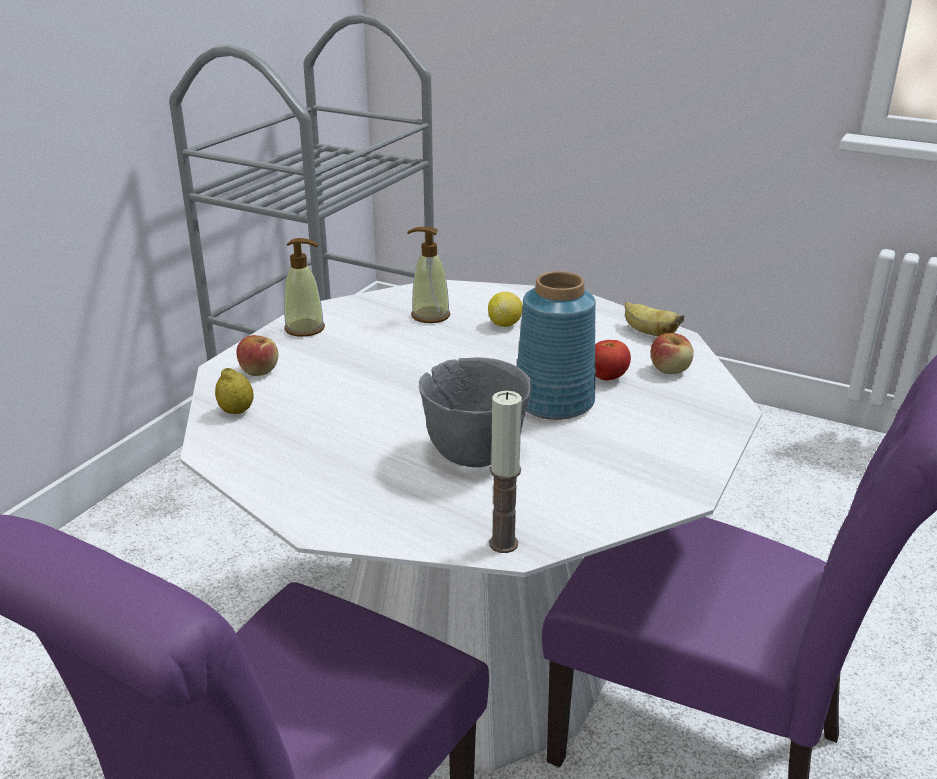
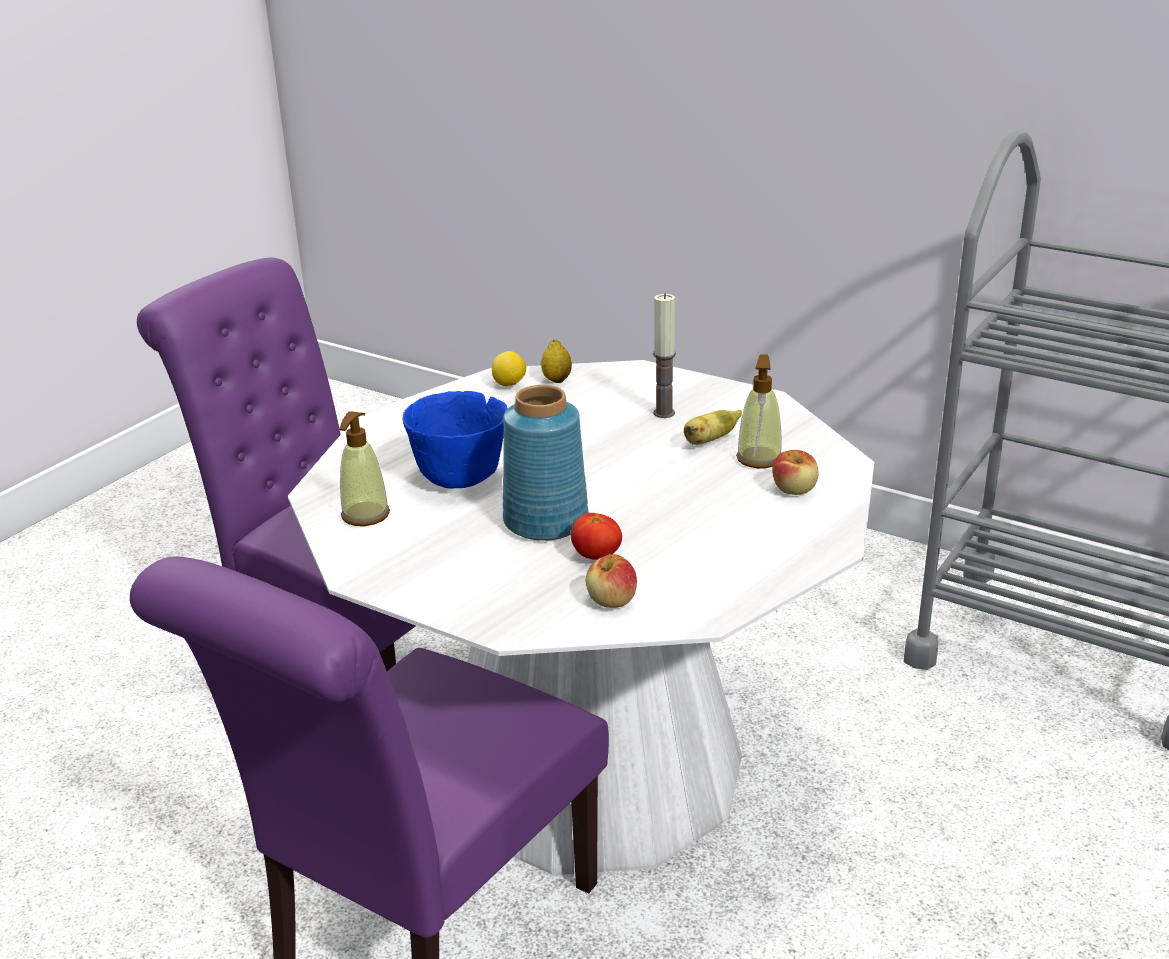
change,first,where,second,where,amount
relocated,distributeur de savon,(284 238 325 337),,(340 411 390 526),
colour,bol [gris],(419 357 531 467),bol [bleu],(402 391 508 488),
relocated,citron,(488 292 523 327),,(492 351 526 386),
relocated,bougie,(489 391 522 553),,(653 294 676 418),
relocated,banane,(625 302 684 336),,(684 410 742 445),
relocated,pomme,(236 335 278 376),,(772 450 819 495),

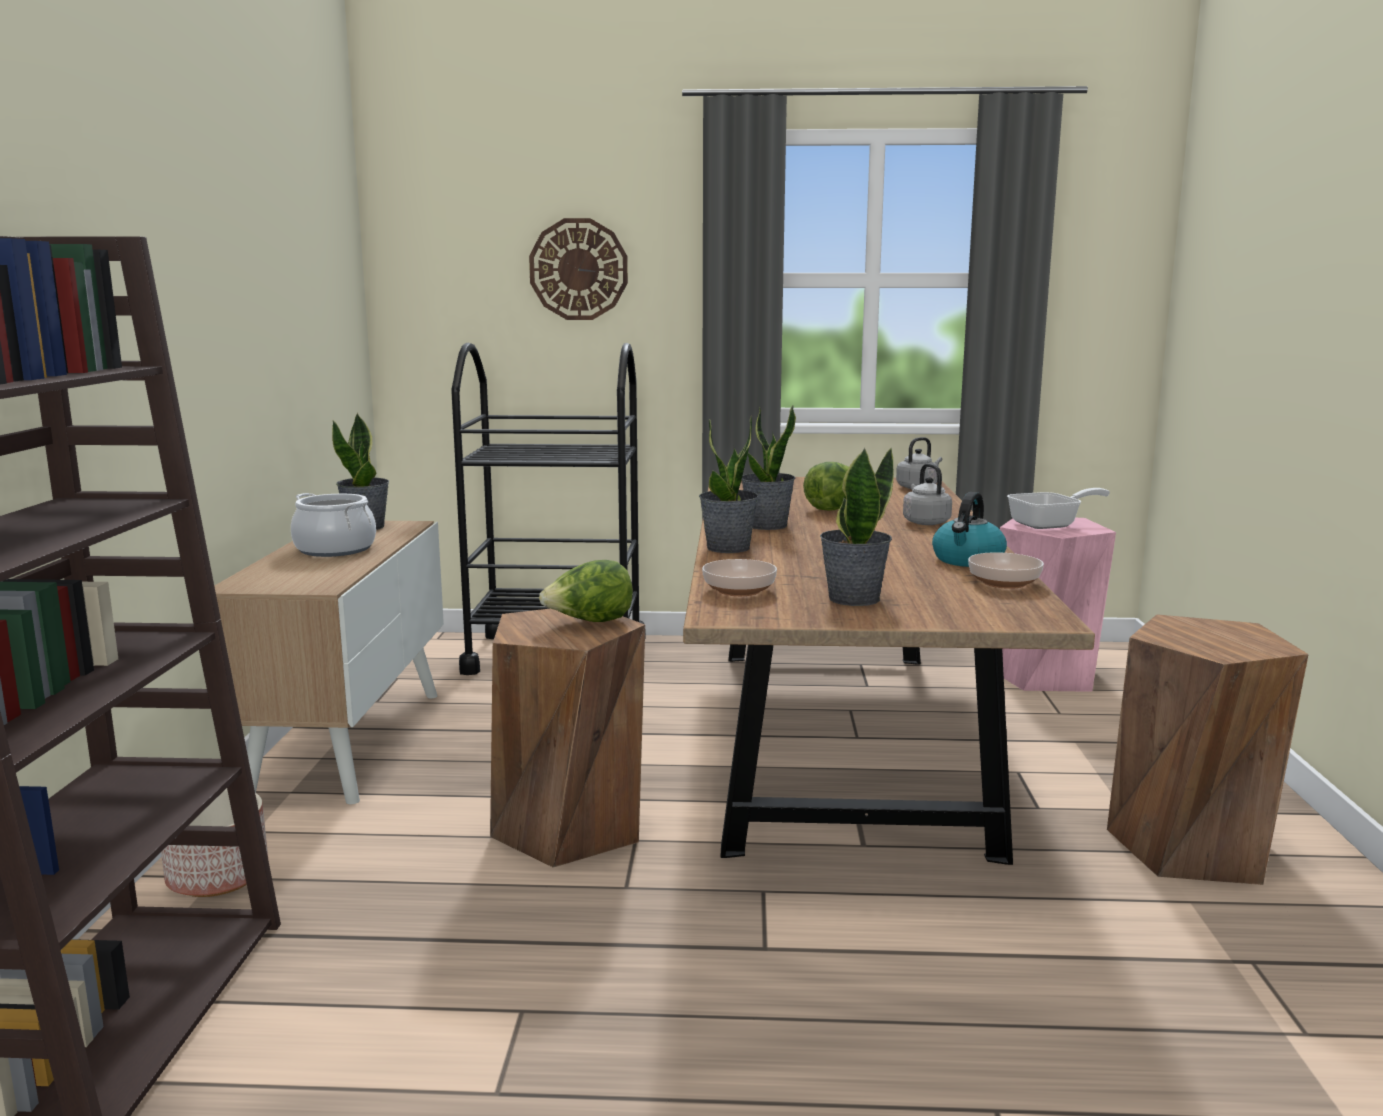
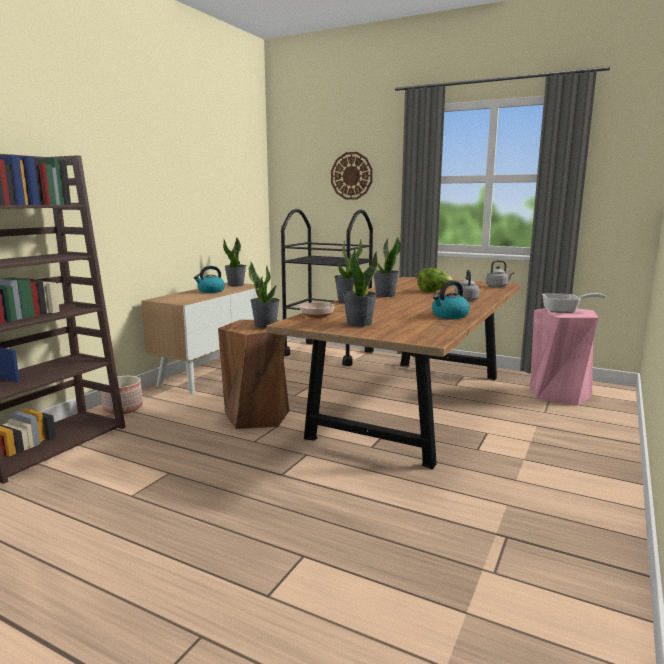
change,first,where,second,where,amount
exchanged,marmite,(291 493 376 557),bouilloire,(194 266 225 293),
exchanged,laitue,(539 560 633 622),plante en pot,(249 262 280 329),
missing,bol,(968 552 1044 589),,,
missing,tabouret [marron],(1107 614 1309 885),,,

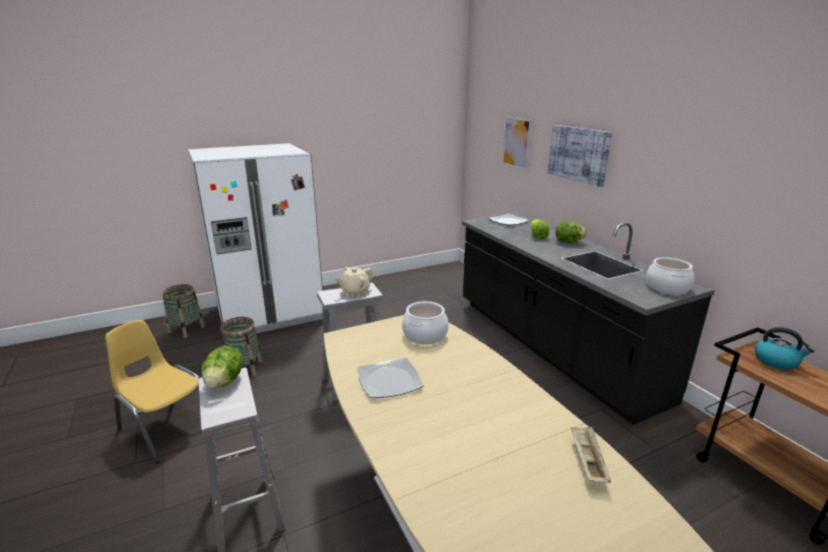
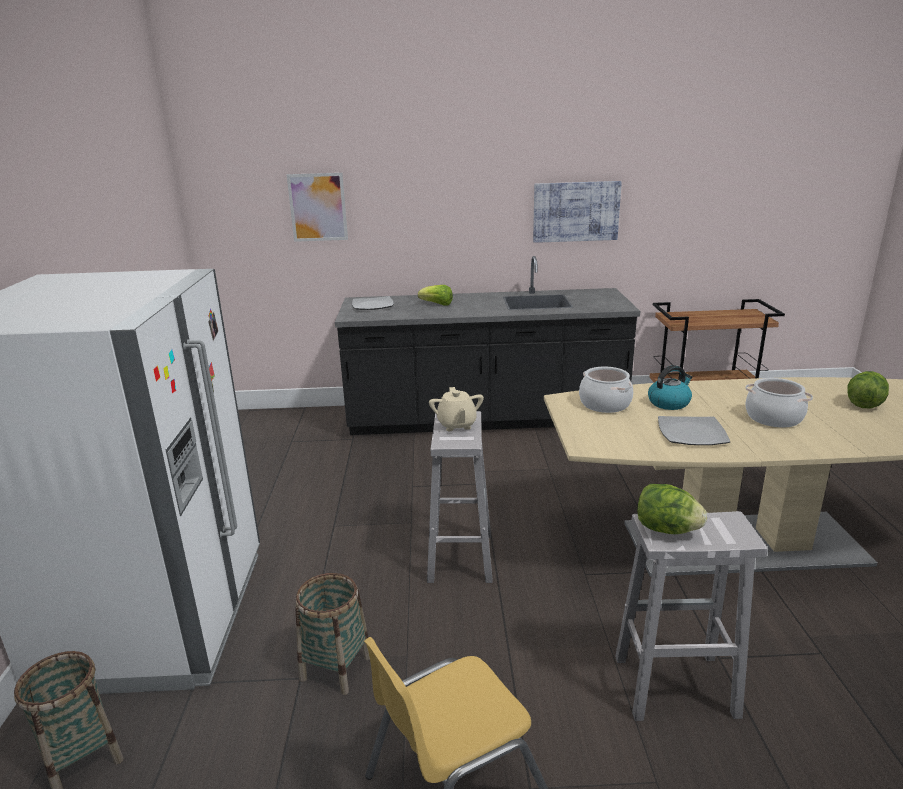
change,first,where,second,where,amount
relocated,tableau,(548 125 612 187),,(533 181 622 243),
relocated,bouilloire,(755 327 815 370),,(648 365 693 410),
relocated,marmite,(646 257 694 294),,(745 378 813 427),
relocated,laitue,(556 221 587 243),,(847 371 889 408),
missing,plateau [beige],(571 426 611 483),,,

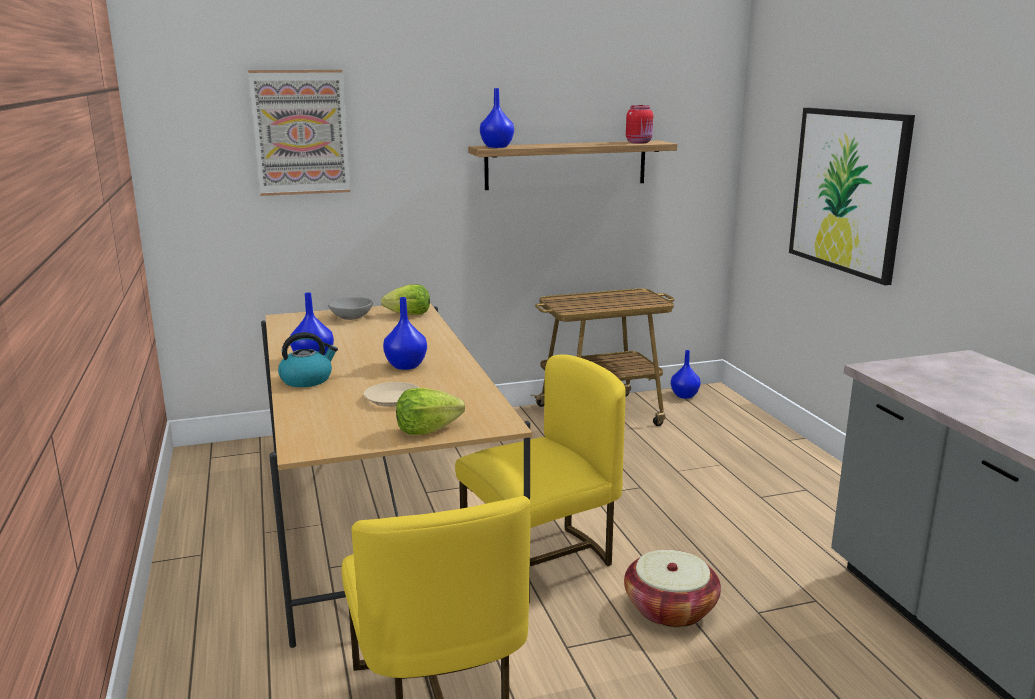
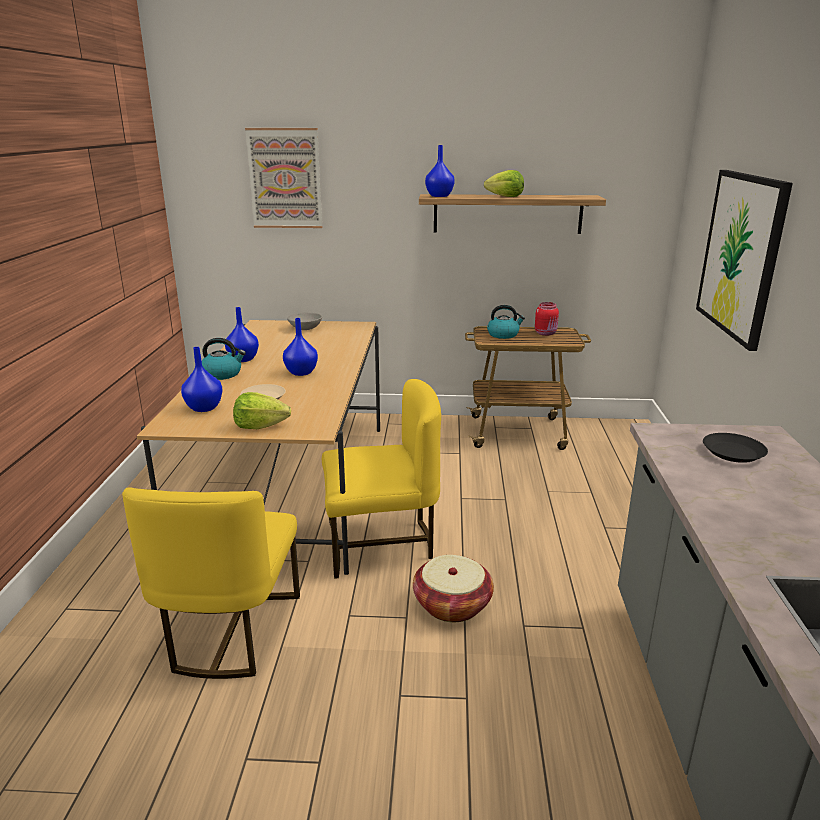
change,first,where,second,where,amount
relocated,vase [bleu],(671 350 701 399),,(181 347 223 412),
relocated,laitue,(381 284 430 315),,(484 170 524 197),
appeared,,,bouilloire,(487 305 525 339),
relocated,bocal [rouge],(626 105 653 144),,(535 302 559 336),
appeared,,,assiette [noir],(703 433 768 463),

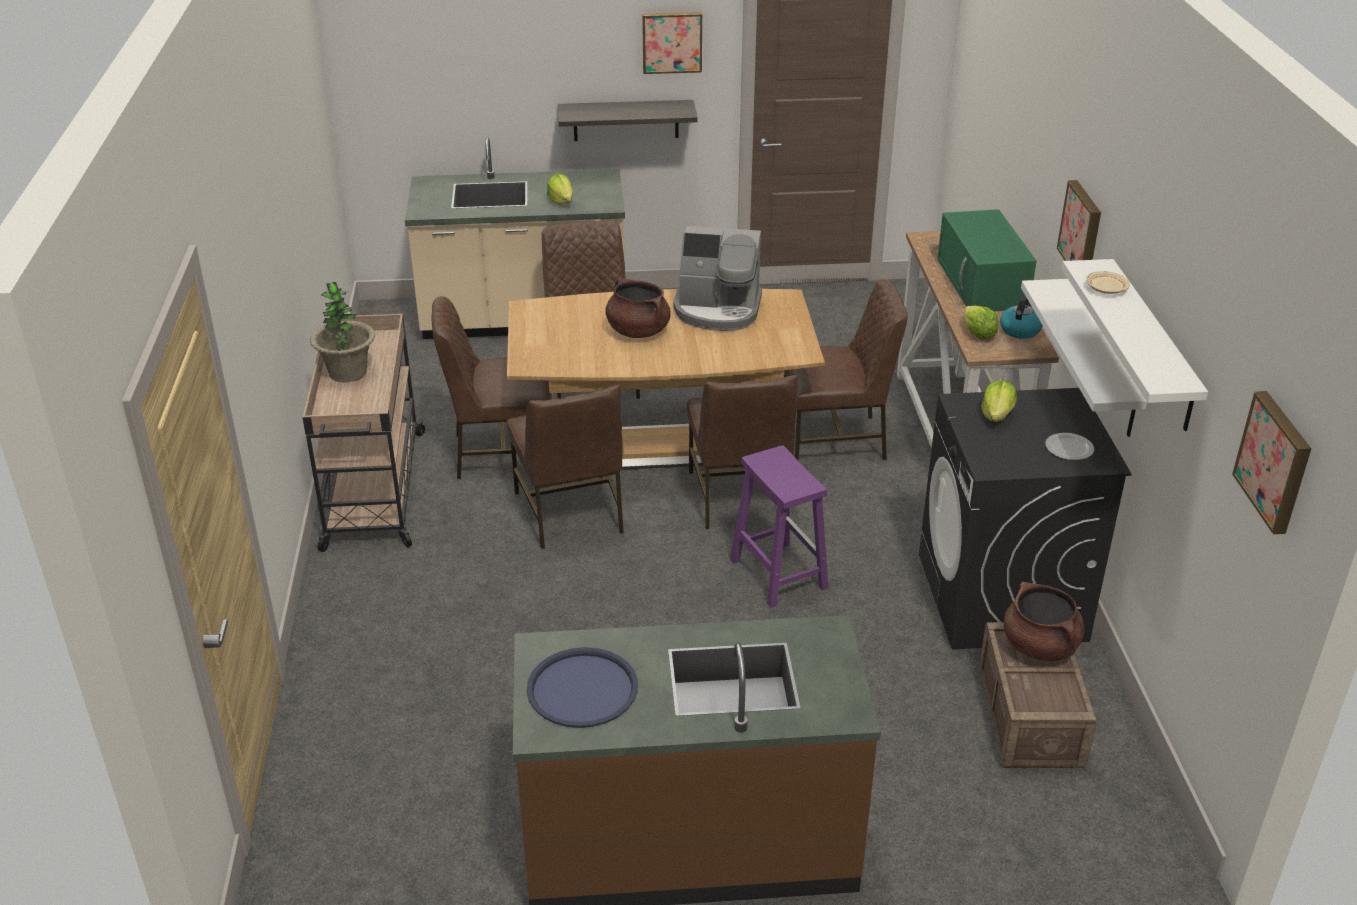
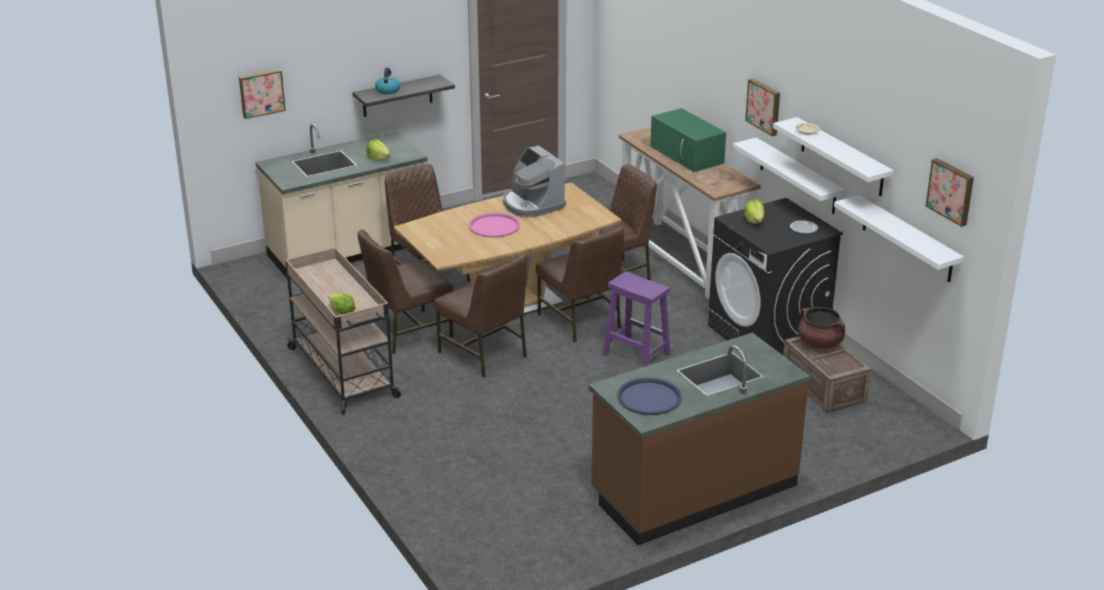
change,first,where,second,where,amount
relocated,tableau,(642 12 702 74),,(239 69 286 119),
relocated,laitue,(964 306 998 339),,(329 293 355 315),
relocated,bouilloire,(1000 294 1043 339),,(375 68 400 94),
exchanged,marmite [marron],(605 278 671 338),plateau [rose],(468 213 520 237),
spun,machine à café,(674 226 762 331),,(503 146 566 217),75 degrees clockwise
appeared,,,étagère [blanc],(834 195 964 282),
missing,plante en pot,(310 282 375 383),,,

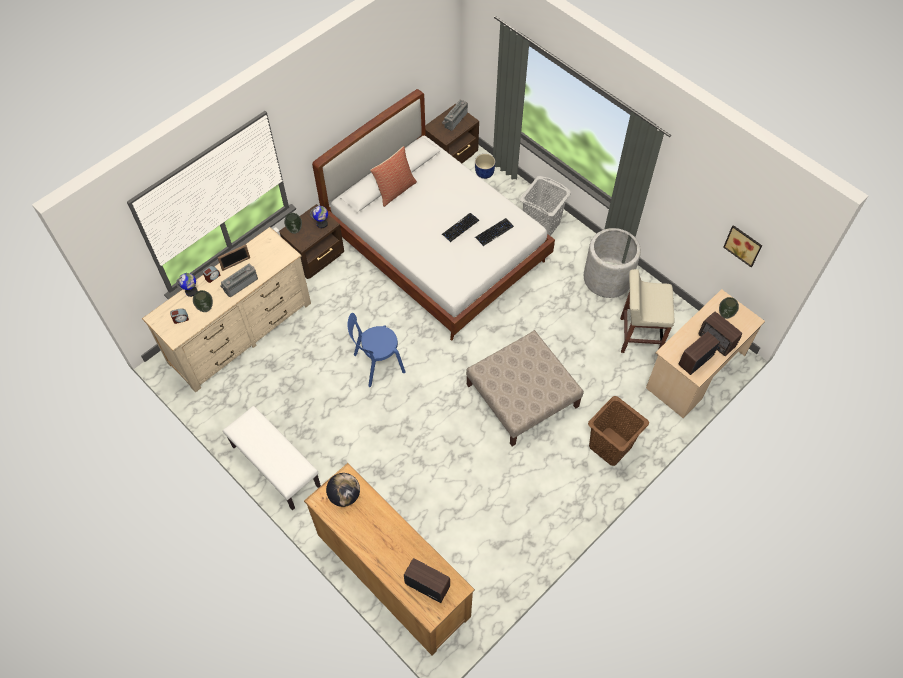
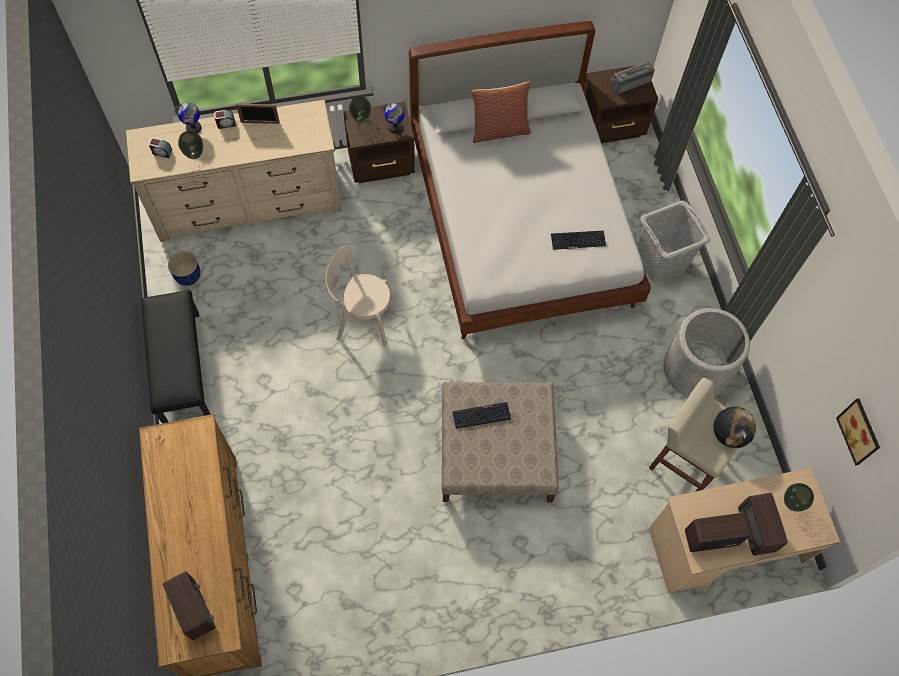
change,first,where,second,where,amount
colour,banc [blanc],(223 406 321 510),banc [noir],(141 290 211 424),
relocated,cache-pot [bleu],(475 154 495 179),,(168 251 201 286),
colour,chaise [bleu],(347 313 406 387),chaise [beige],(326 245 395 346),
relocated,clavier,(442 213 479 242),,(452 402 511 429),
relocated,globe,(326 473 360 507),,(714 407 757 448),
missing,radio,(221 264 258 297),,,
missing,panier à linge [marron],(588 396 649 466),,,

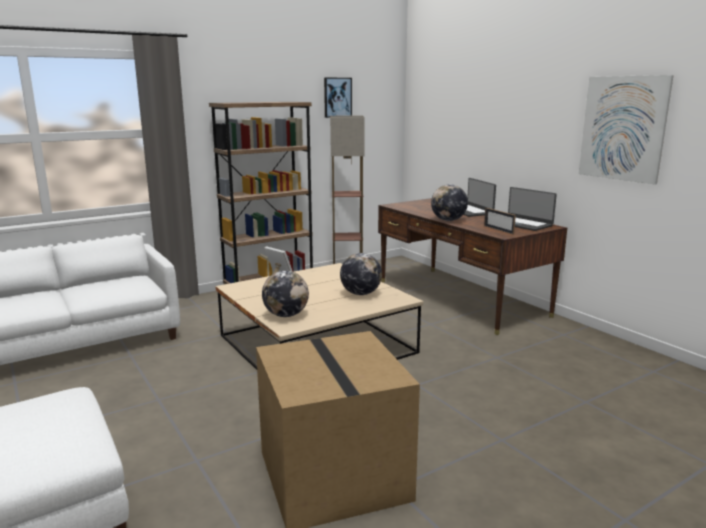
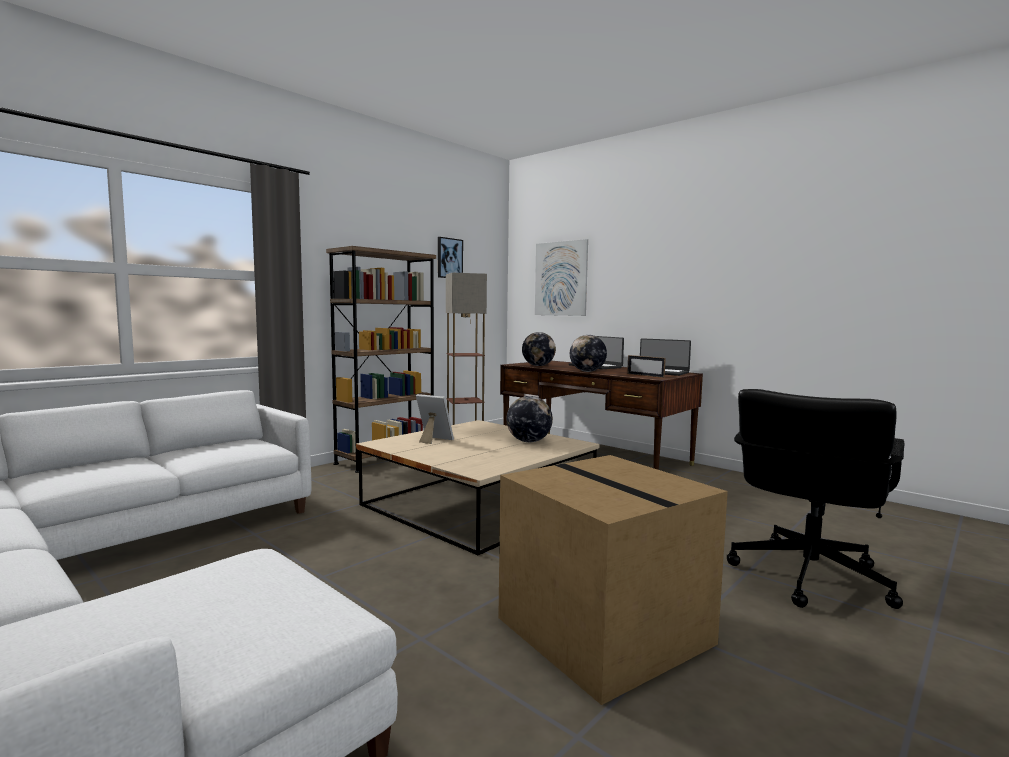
change,first,where,second,where,amount
relocated,globe,(262 270 309 317),,(522 332 556 366),
relocated,tableau,(579 75 674 185),,(535 239 588 316),
appeared,,,chaise de bureau [noir],(727 389 905 609),

